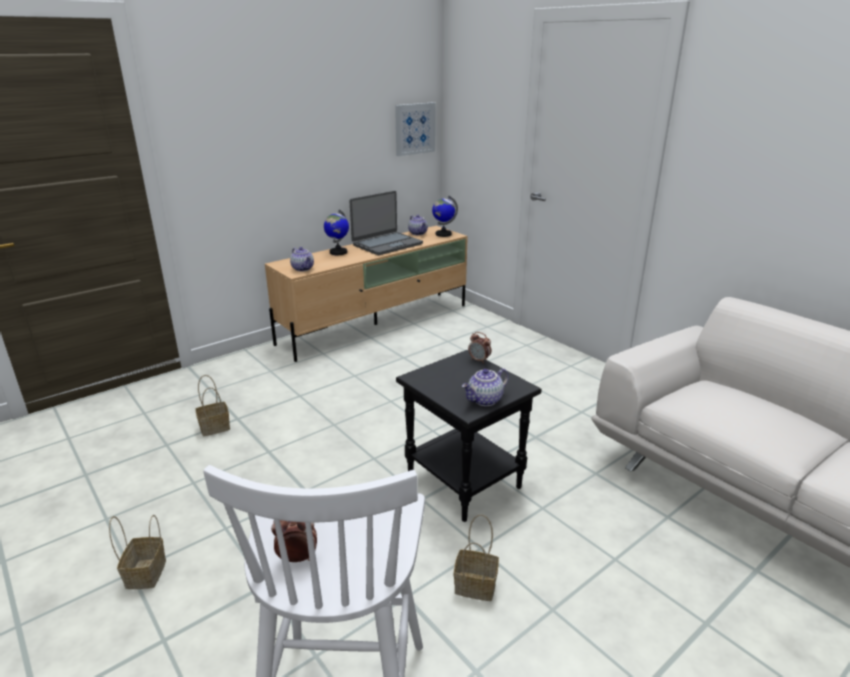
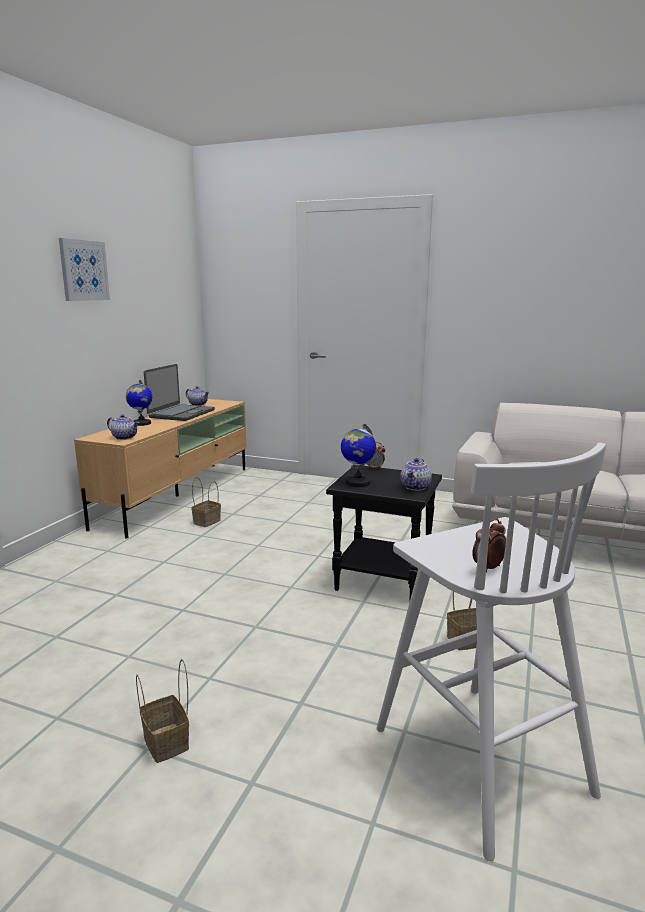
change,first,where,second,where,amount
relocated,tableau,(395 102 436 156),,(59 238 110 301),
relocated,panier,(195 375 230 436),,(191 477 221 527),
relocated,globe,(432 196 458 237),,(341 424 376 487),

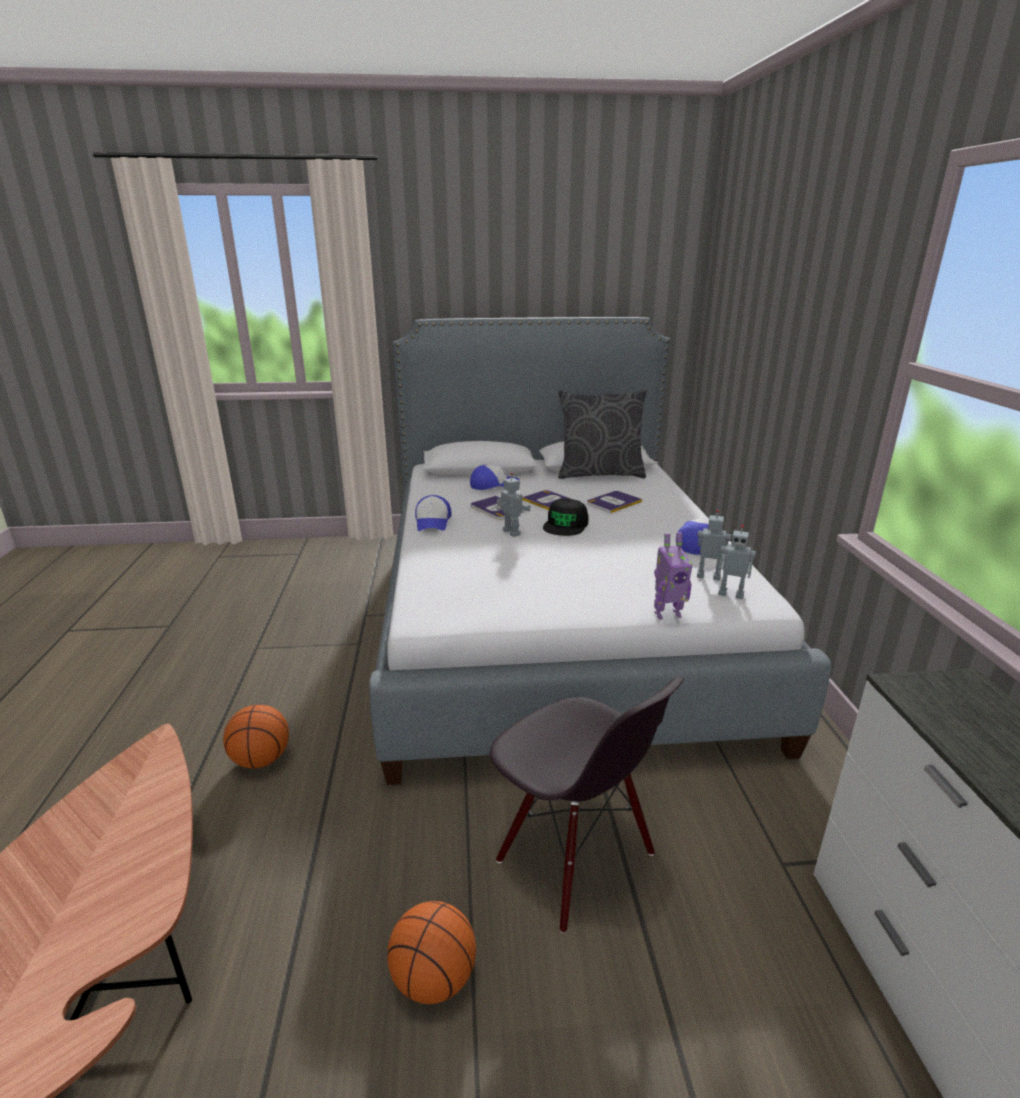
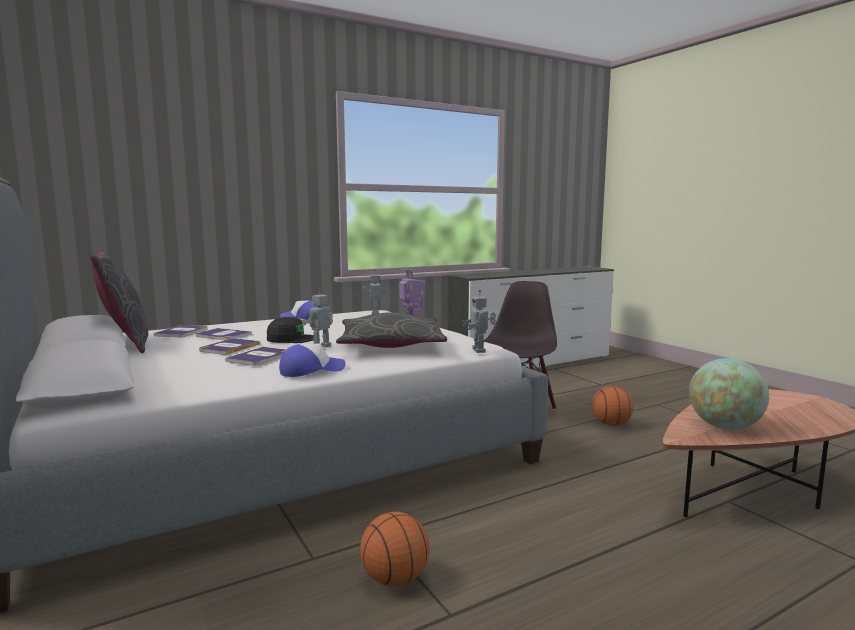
change,first,where,second,where,amount
appeared,,,livre,(154 325 207 337),
appeared,,,coussin [gris],(336 312 447 348),
relocated,ballon de basket,(223 705 289 768),,(360 512 429 586),
relocated,robot jouet,(697 509 731 580),,(463 290 496 353),
appeared,,,globe,(689 358 769 430),
missing,casquette,(470 465 519 490),,,

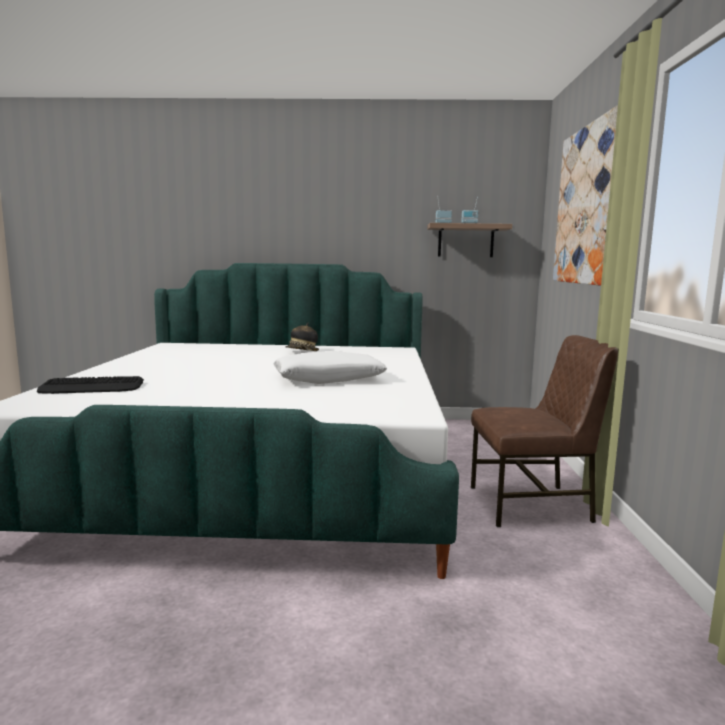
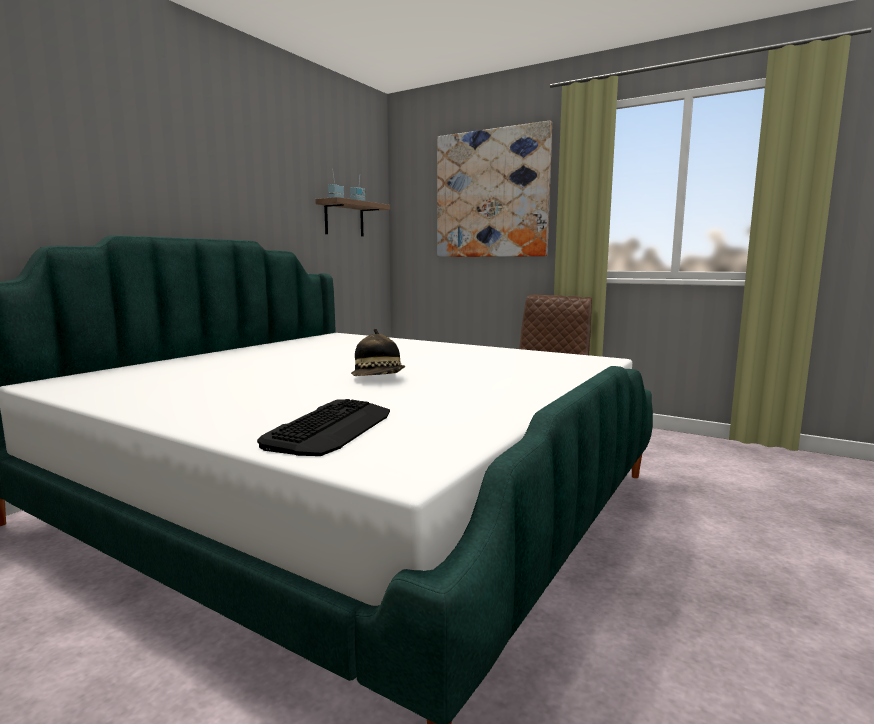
change,first,where,second,where,amount
relocated,chapeau,(286 322 319 351),,(351 329 405 376),
missing,coussin [blanc],(273 351 387 384),,,

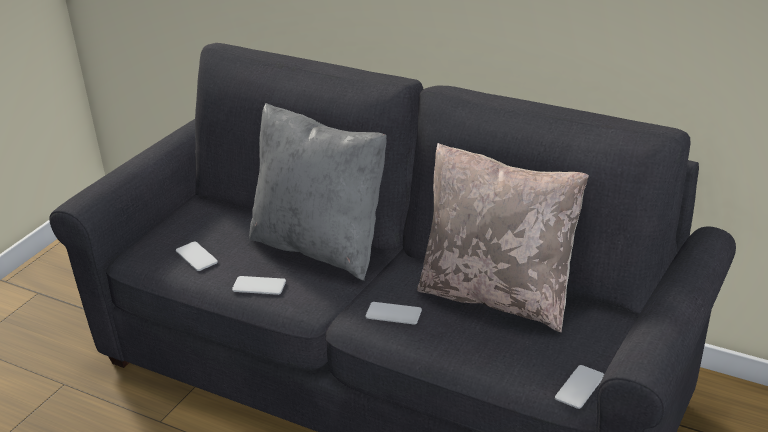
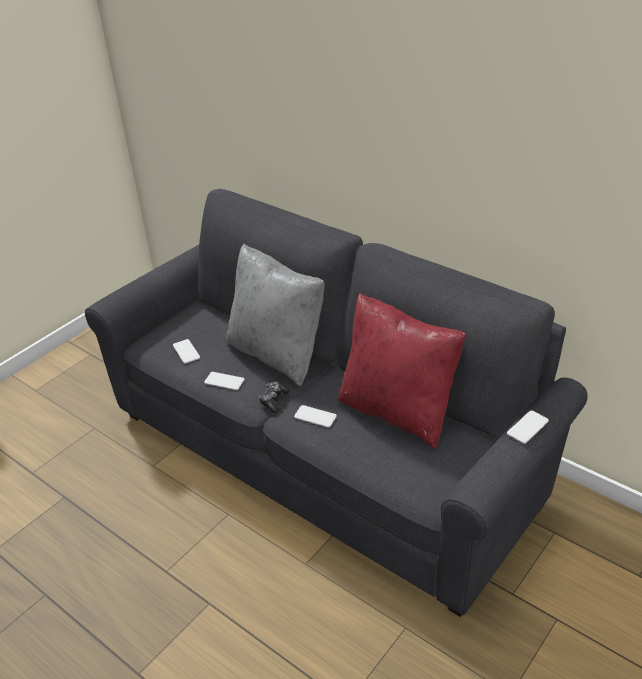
change,first,where,second,where,amount
appeared,,,manette,(259 381 290 413),
colour,coussin [beige],(417 143 589 332),coussin [rouge],(338 293 466 449),
relocated,téléphone,(555 365 604 409),,(507 410 549 444),

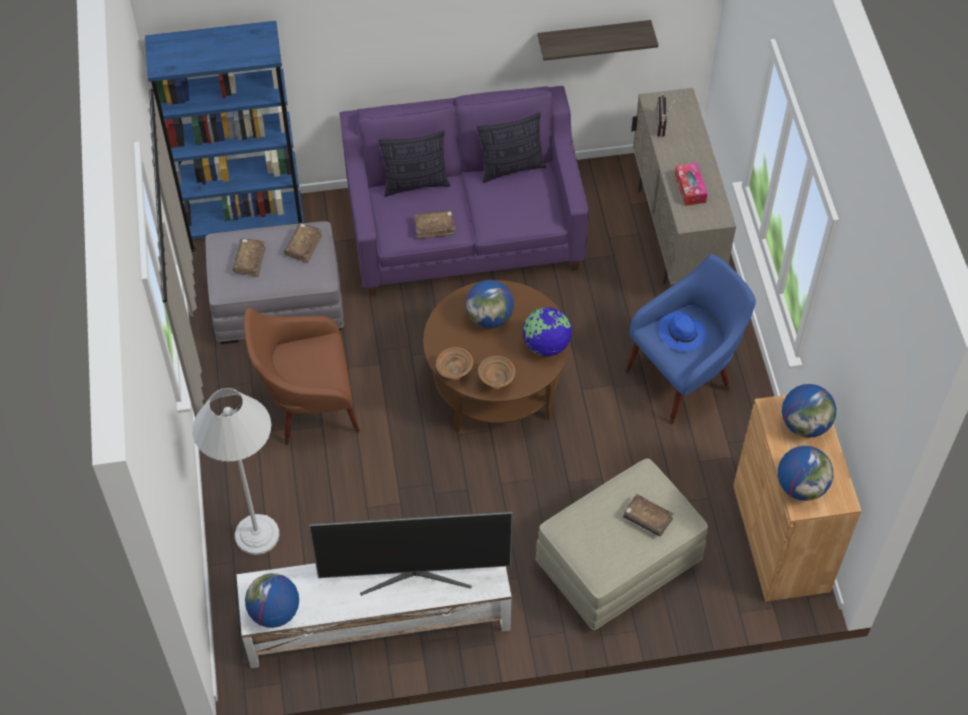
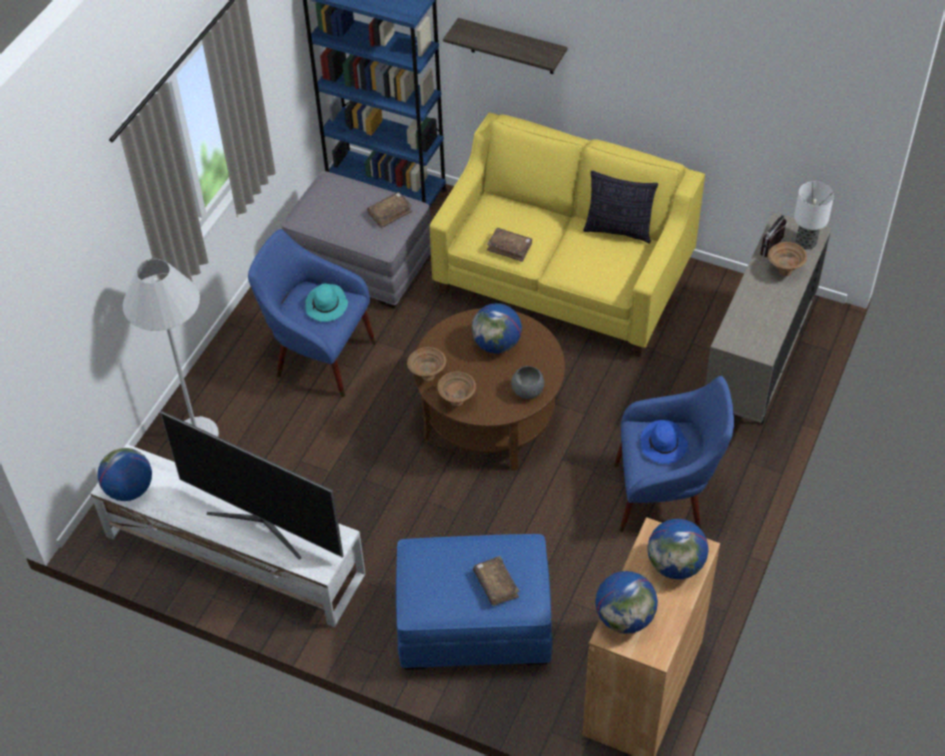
change,first,where,second,where,amount
colour,fauteuil [marron],(244 308 360 445),fauteuil [bleu],(248 229 376 397),
appeared,,,chapeau [turquoise],(305 283 348 322),
colour,pouf [beige],(536 459 708 631),pouf [bleu],(396 534 552 670),
colour,canapé [violet],(340 86 589 297),canapé [jaune],(430 112 705 357),
relocated,étagère,(537 20 658 61),,(443 18 567 74),
exchanged,globe,(523 307 572 356),bol [gris],(511 366 544 399),
appeared,,,bol [marron],(768 242 807 276),
appeared,,,lampe de table,(794 181 834 250),
missing,livre [marron],(232 238 265 277),,,
missing,coussin,(378 130 450 197),,,
missing,boîte à mouchoirs,(675 163 707 206),,,

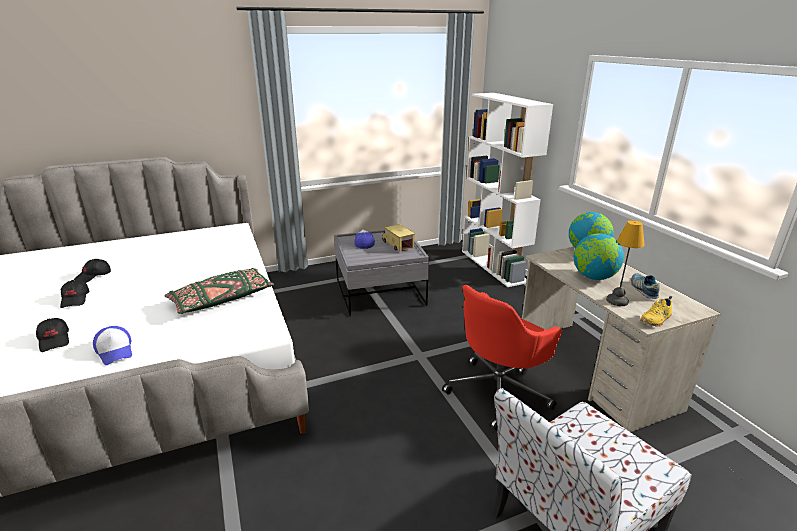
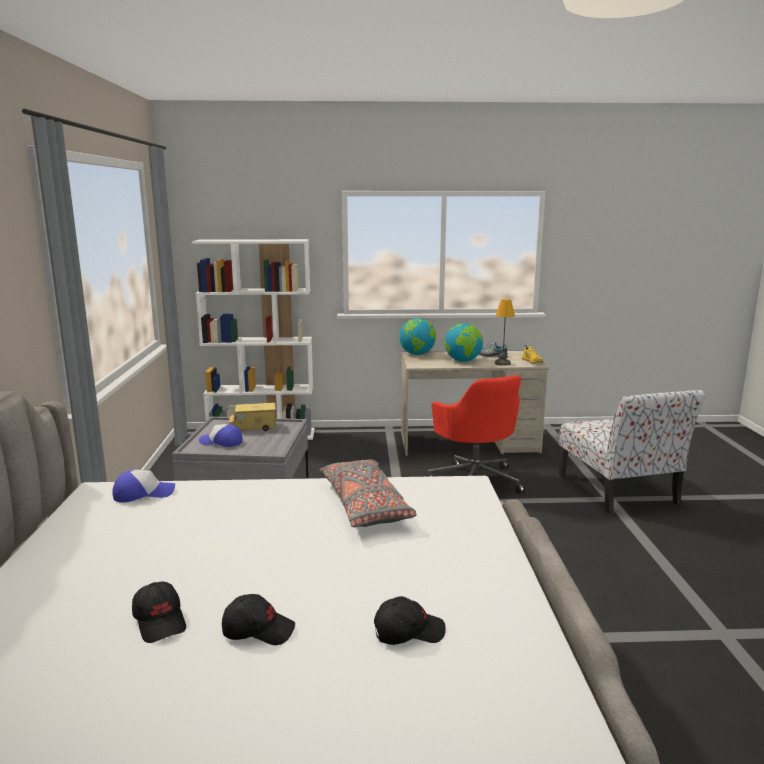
change,first,where,second,where,amount
relocated,casquette,(93 326 132 365),,(112 470 175 503),
colour,coussin [vert],(164 268 274 314),coussin [gris],(319 459 416 527),

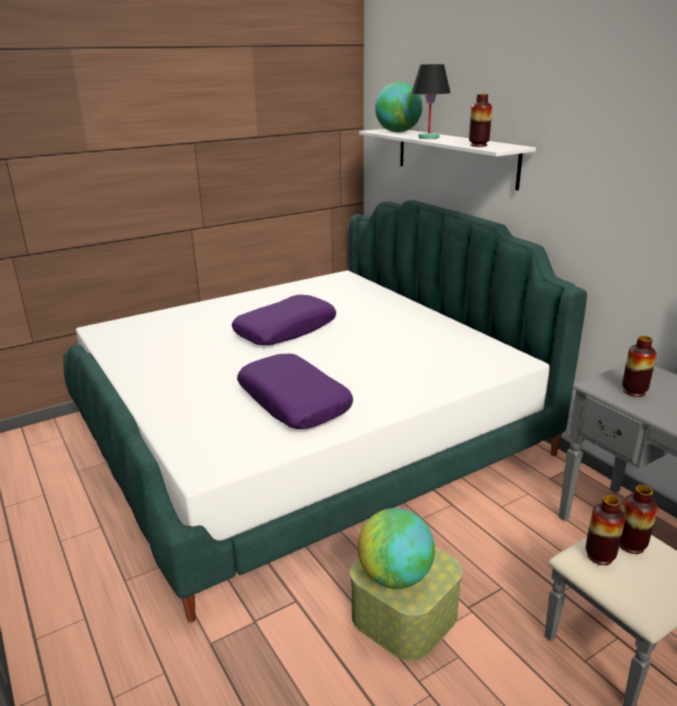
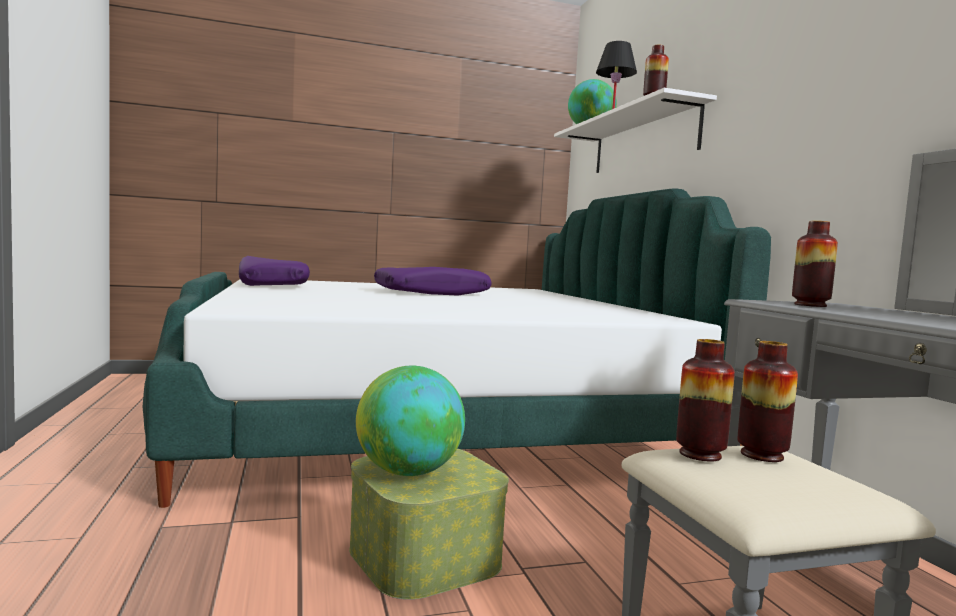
change,first,where,second,where,amount
relocated,coussin [violet],(237 354 353 429),,(239 256 310 286),

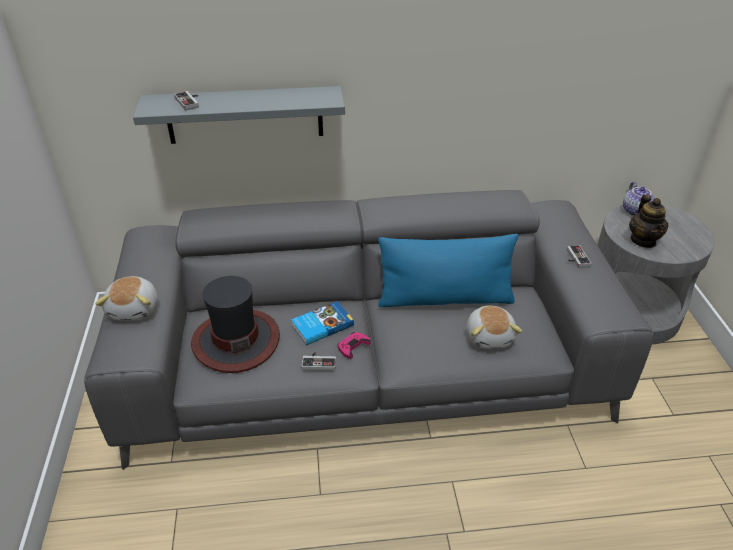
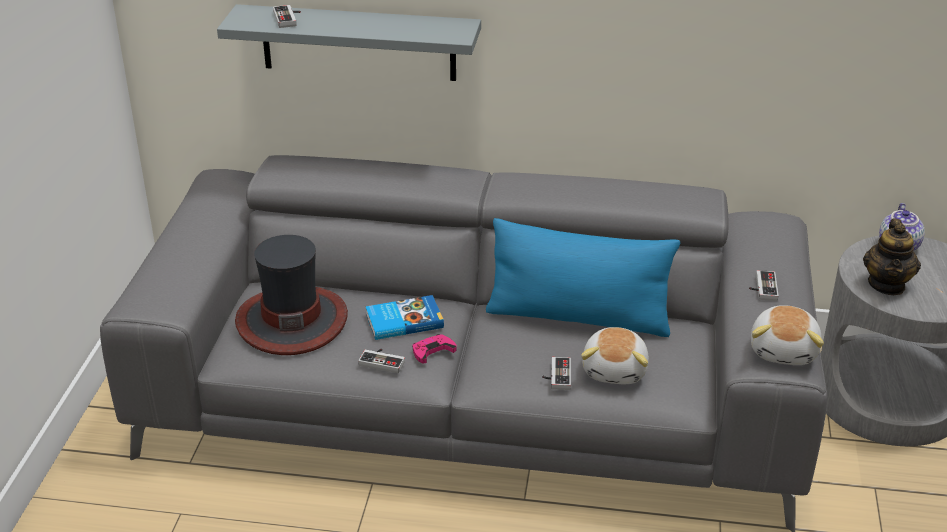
change,first,where,second,where,amount
appeared,,,manette,(542 357 571 390),
relocated,peluche,(95 276 157 321),,(751 305 824 365),

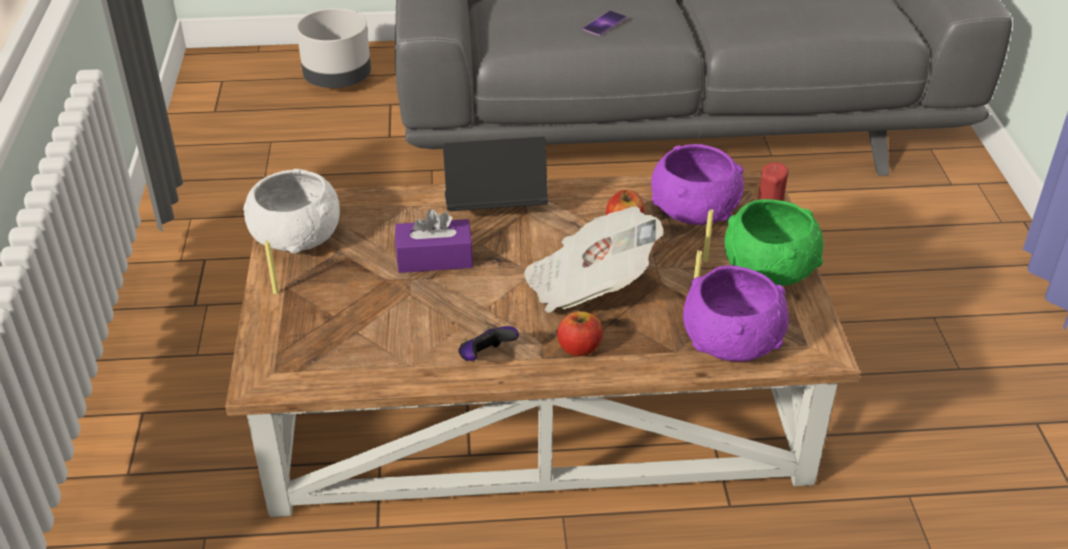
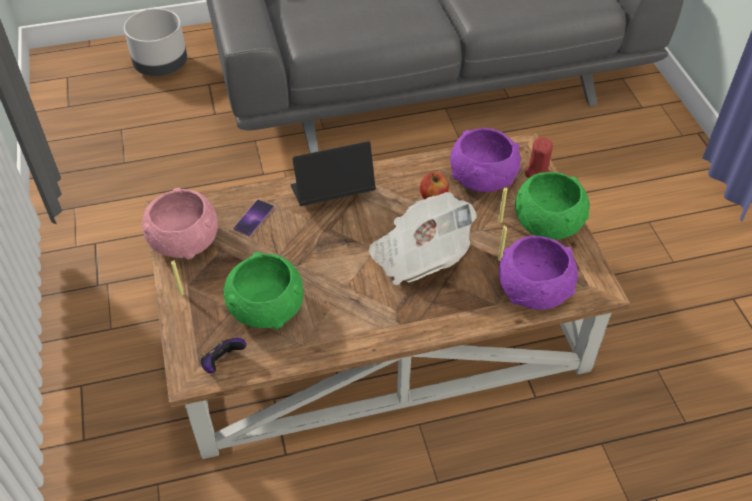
change,first,where,second,where,amount
colour,bol [blanc],(243 169 340 254),bol [rose],(142 188 218 259),
relocated,manette,(458 326 519 361),,(201 338 246 374),
appeared,,,bol [vert],(224 252 303 329),
relocated,téléphone,(583 11 627 36),,(233 200 274 237),
missing,boîte à mouchoirs [violet],(395 209 473 273),,,
missing,pomme,(557 311 603 356),,,

